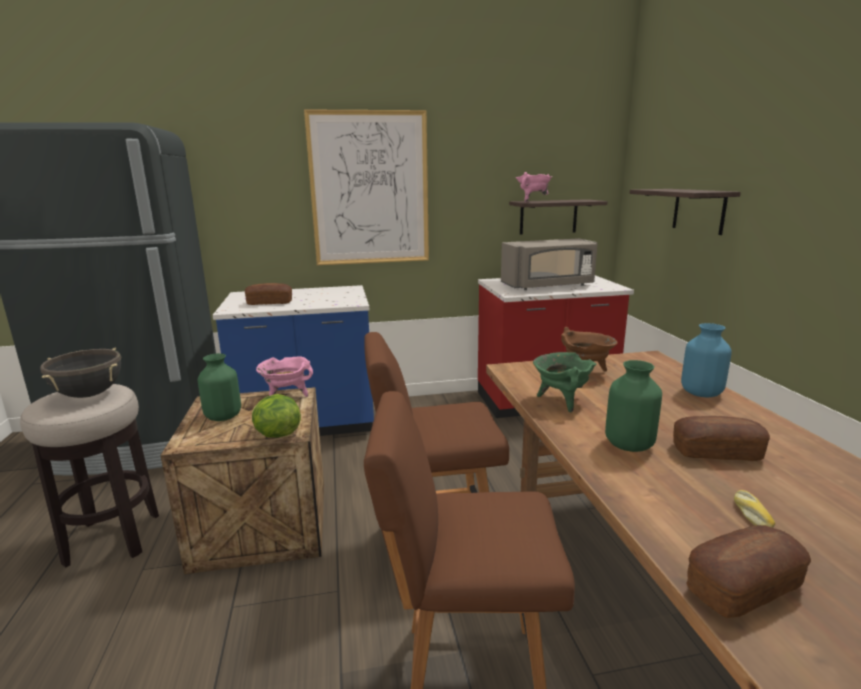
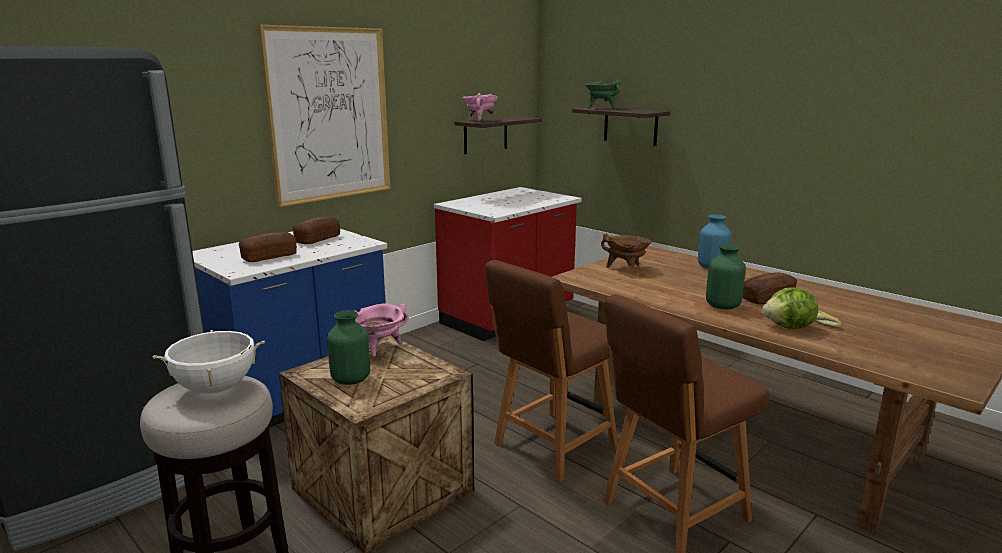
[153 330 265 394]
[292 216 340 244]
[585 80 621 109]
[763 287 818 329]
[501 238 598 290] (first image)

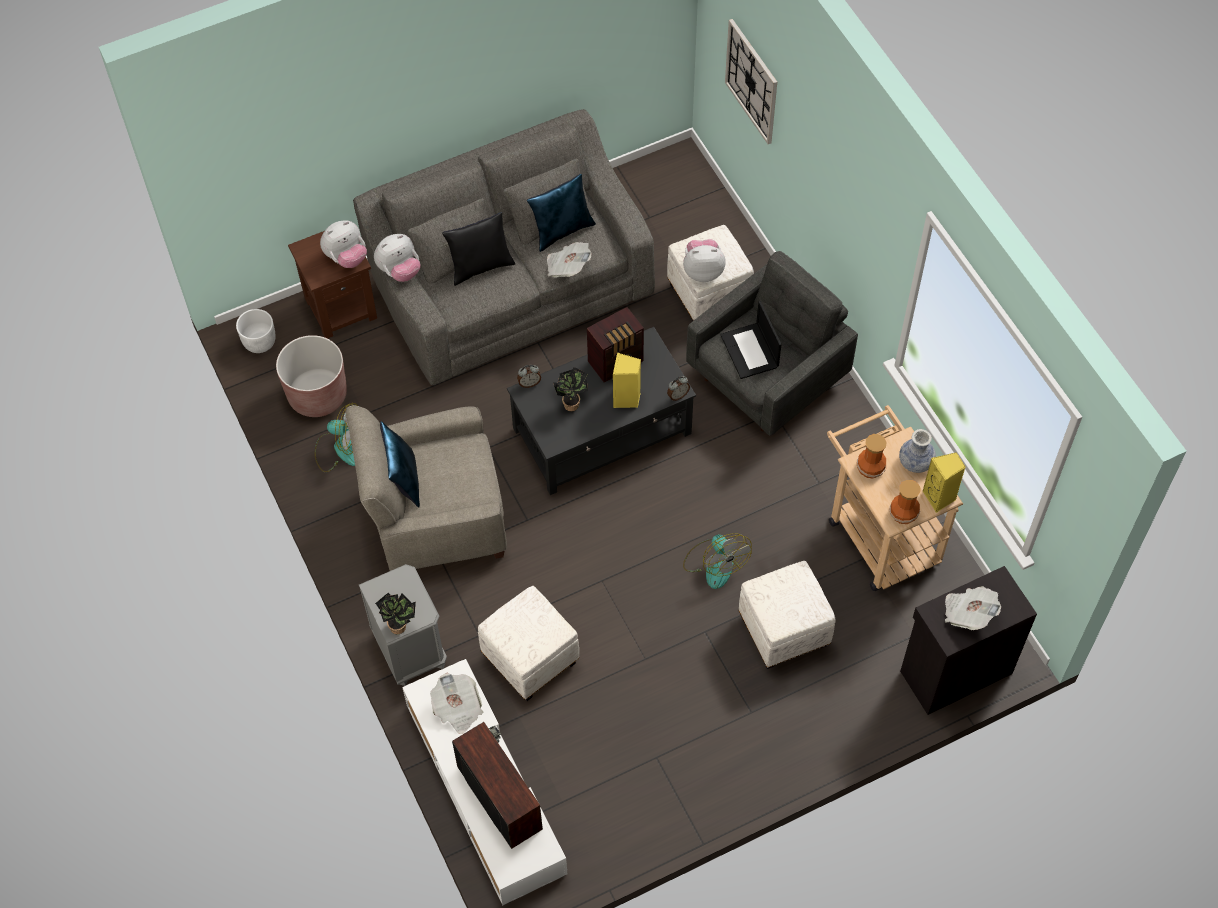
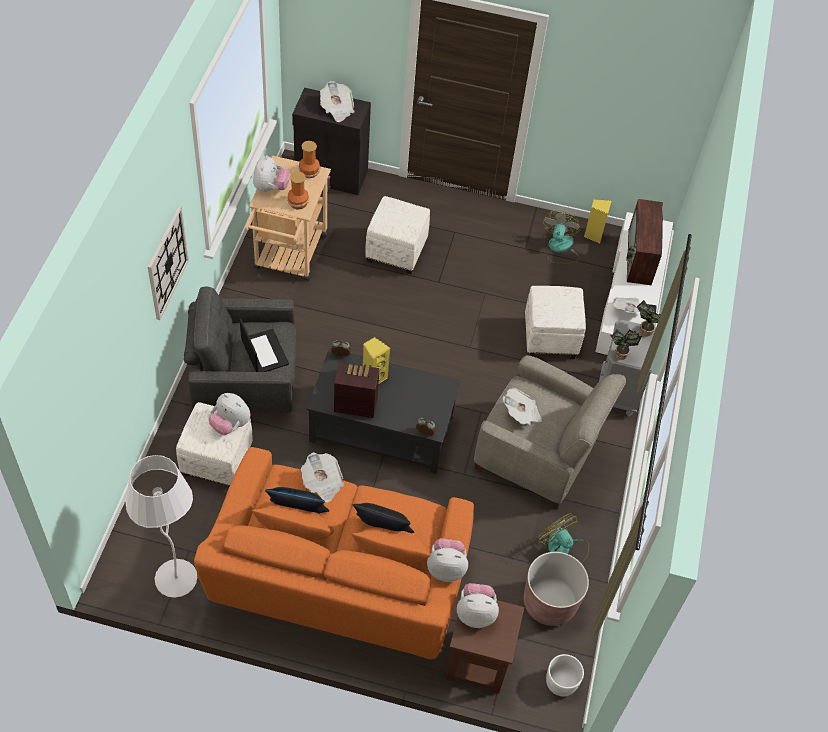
[125 455 197 598]
[148 206 189 320]
[194 447 474 659]
[239 319 289 372]
[253 155 290 192]
[503 388 542 425]
[543 211 580 264]
[584 199 612 243]
[610 329 642 360]
[380 421 420 508] (first image)

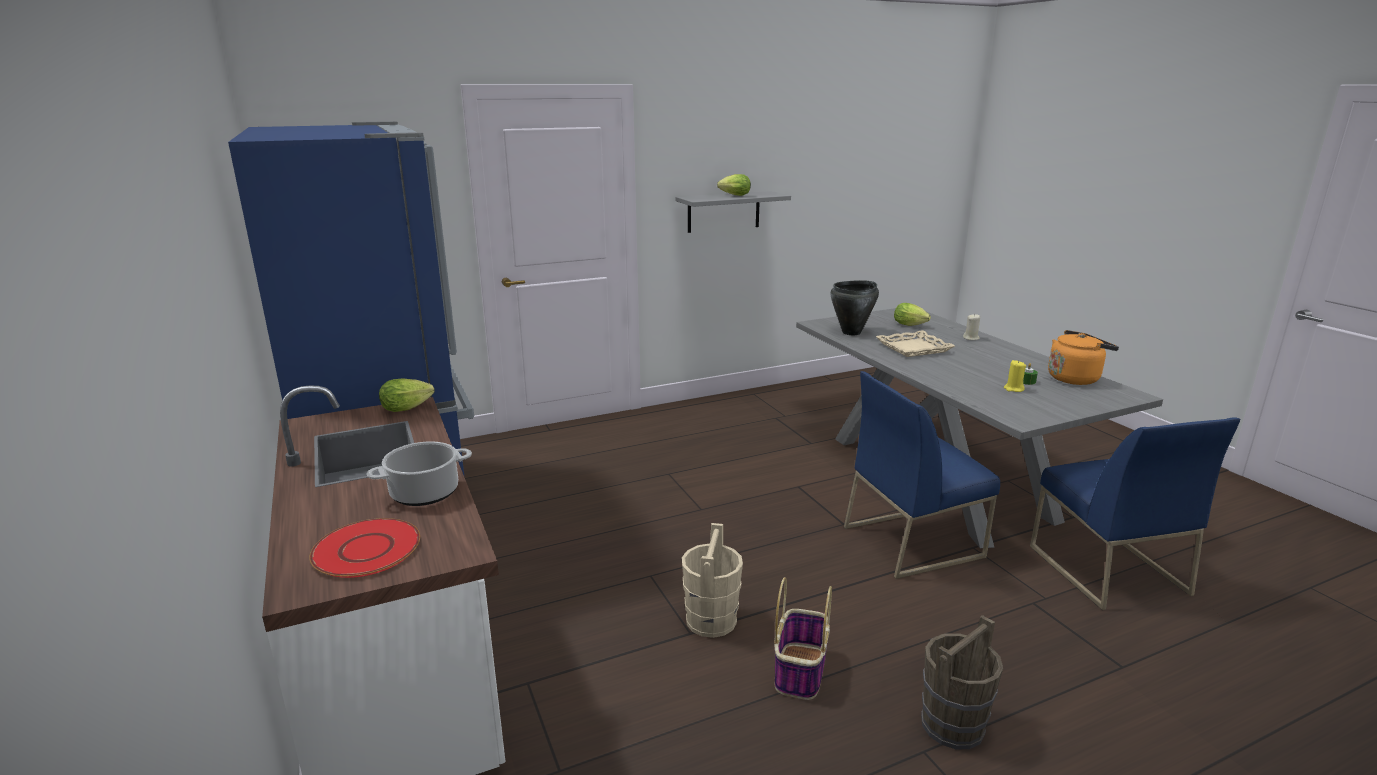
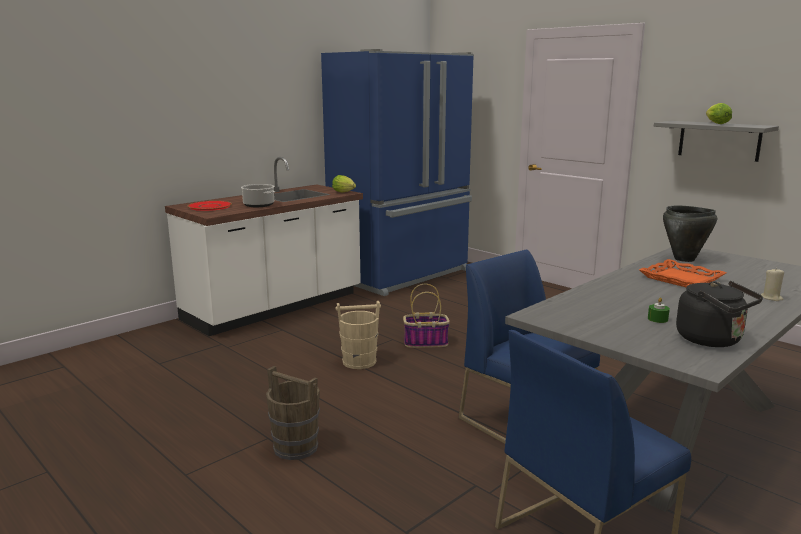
[403 284 450 348]
[639 259 726 287]
[676 281 763 347]
[894 303 931 326] (first image)
[1004 360 1026 392] (first image)

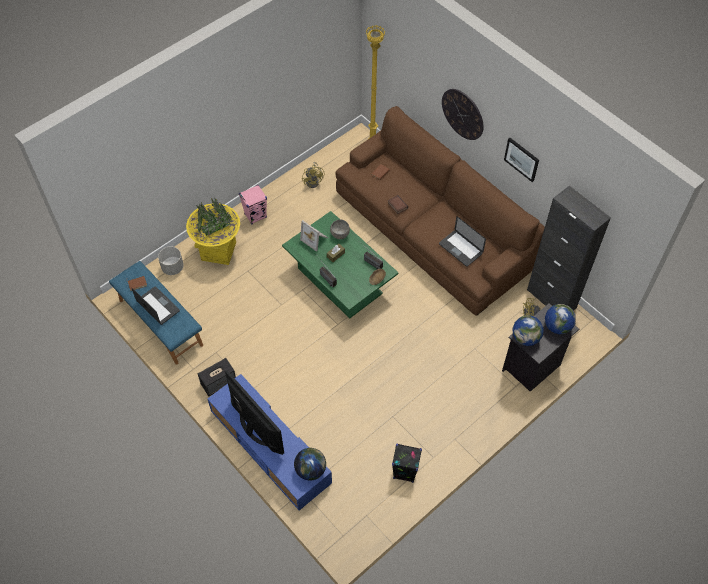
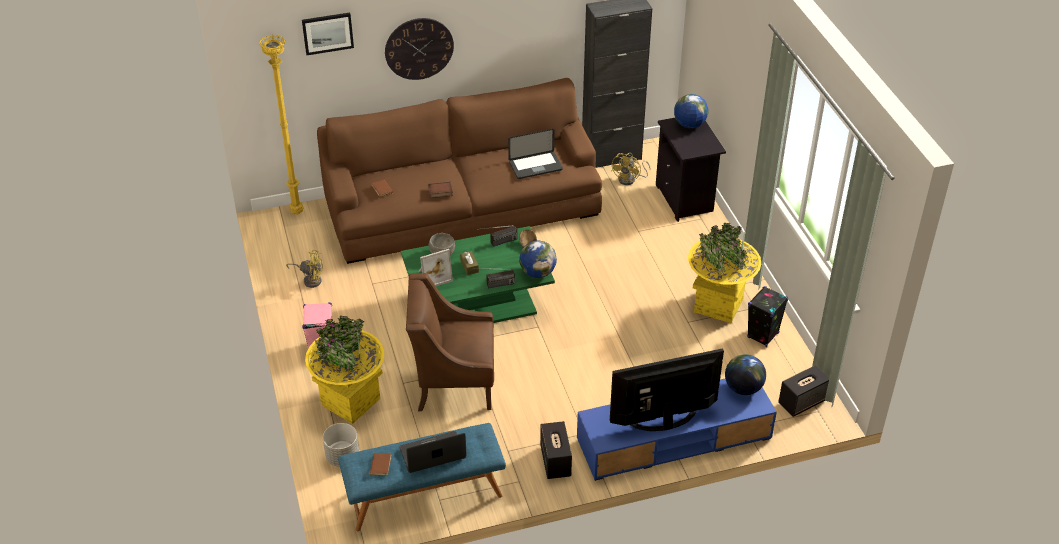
[302 12 354 55]
[406 273 494 411]
[519 240 557 278]
[688 223 761 323]
[778 365 829 417]

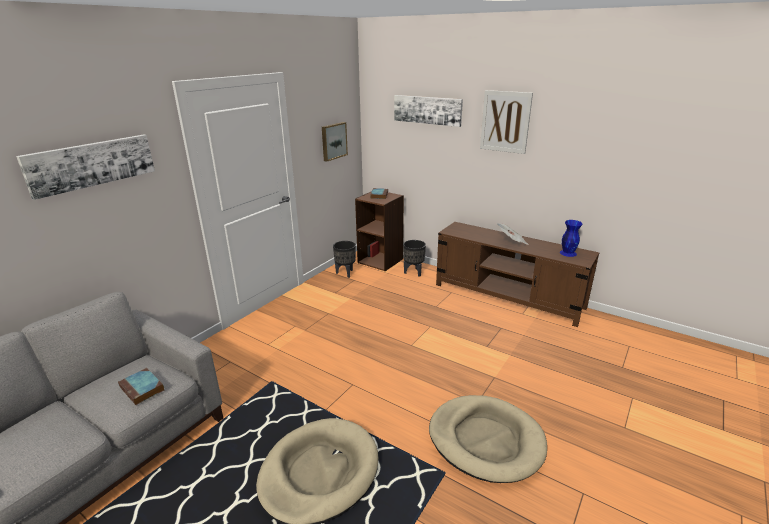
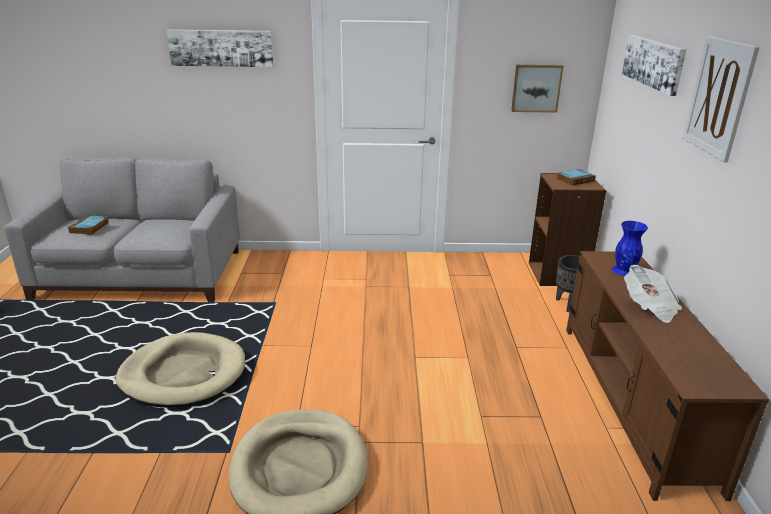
[68 215 108 235]
[612 221 648 276]
[333 241 356 278] (first image)

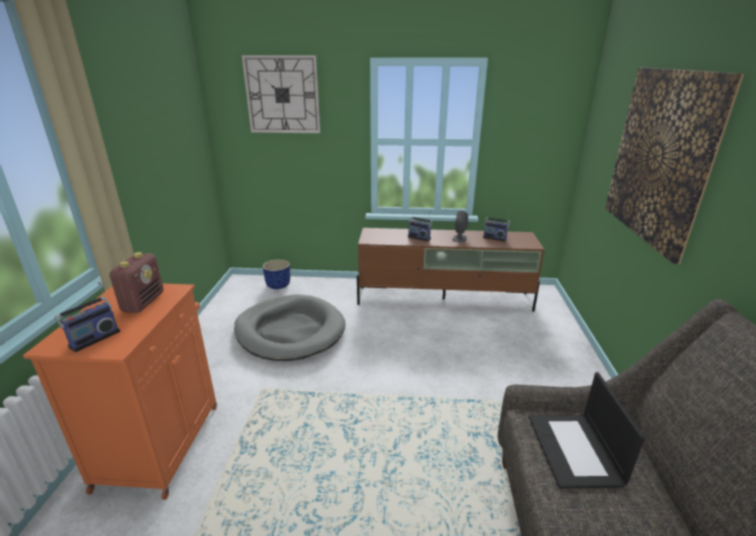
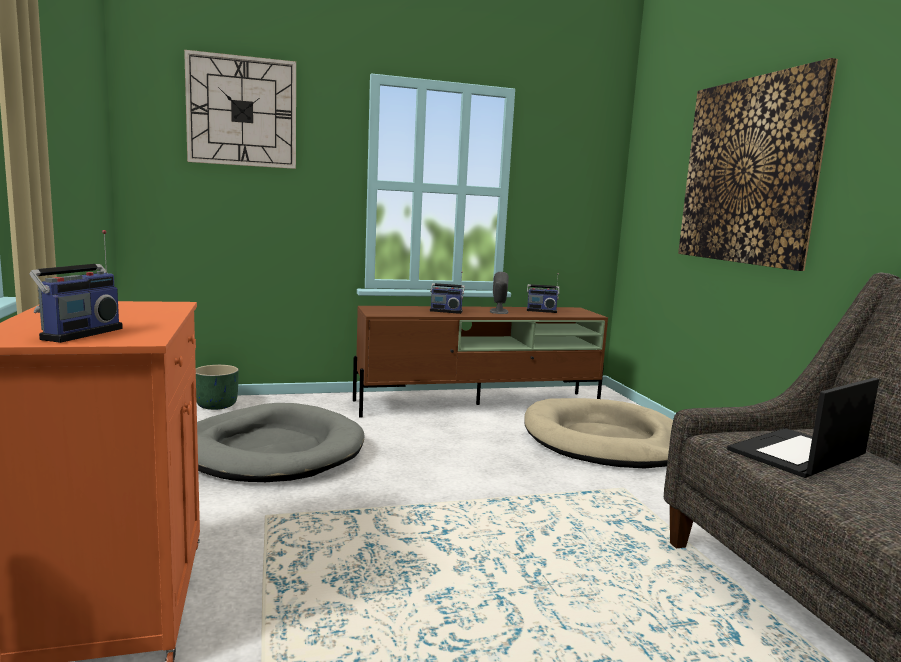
[196 365 239 410]
[524 398 673 469]
[727 378 879 478]
[109 252 164 313] (first image)

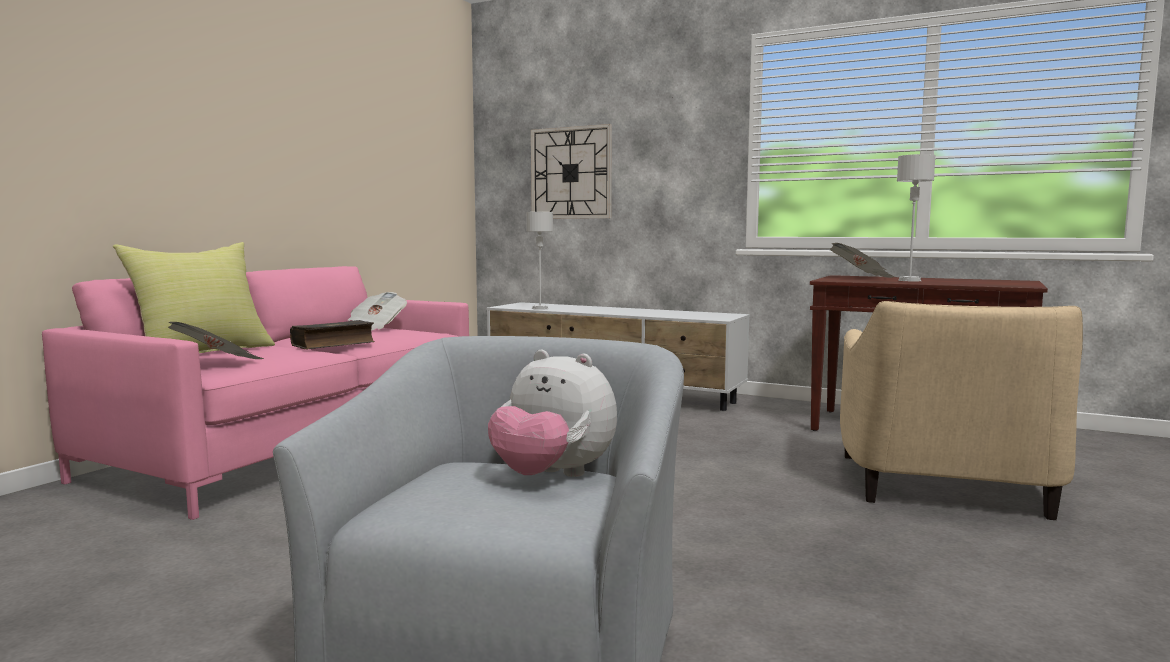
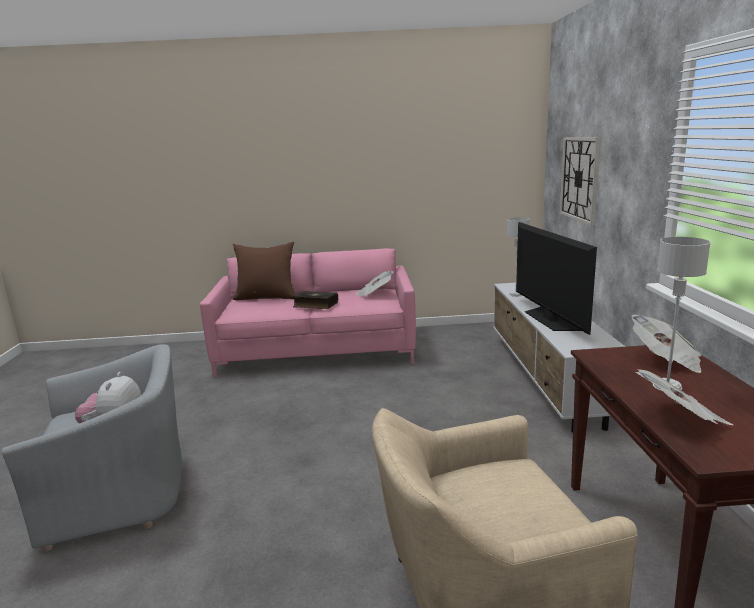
[233 242 295 301]
[516 222 597 335]
[635 369 733 425]

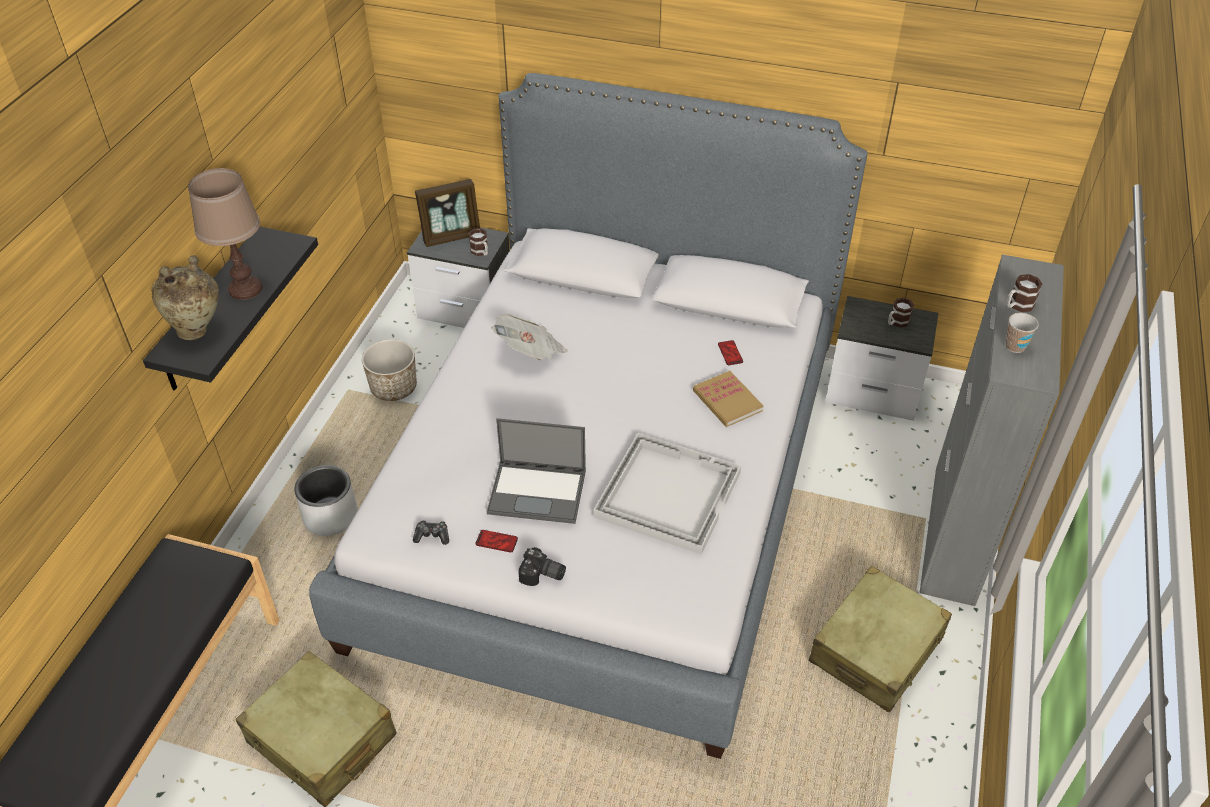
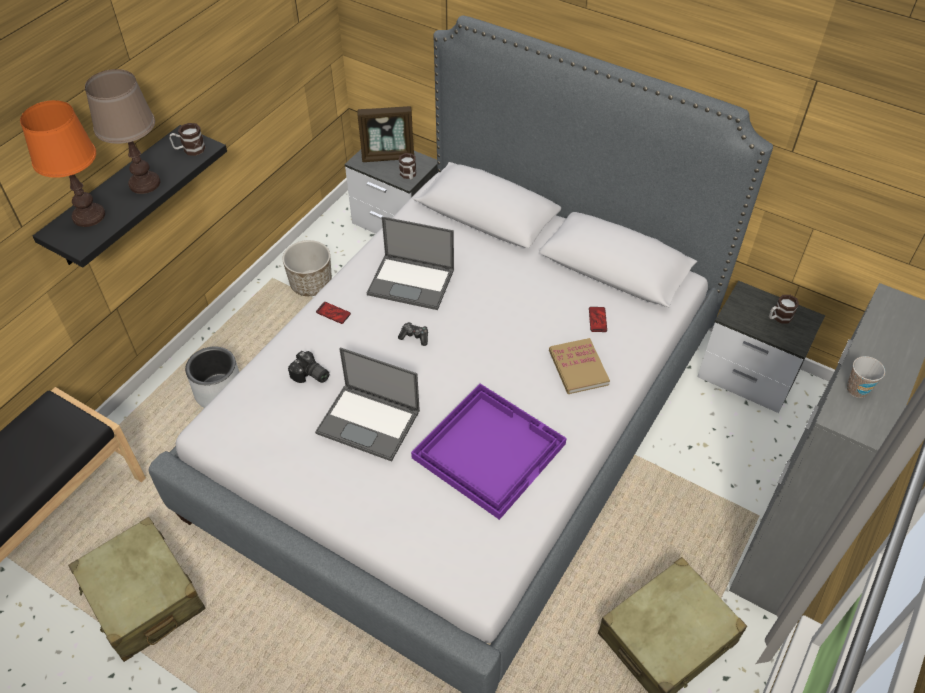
[20 100 105 227]
[169 123 206 156]
[288 351 329 383]
[316 302 351 324]
[367 216 454 310]
[398 322 428 346]
[411 384 567 520]

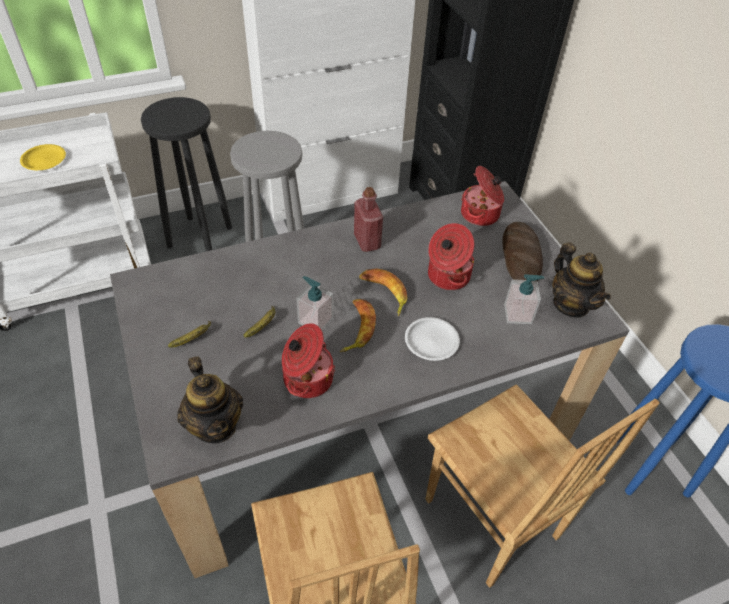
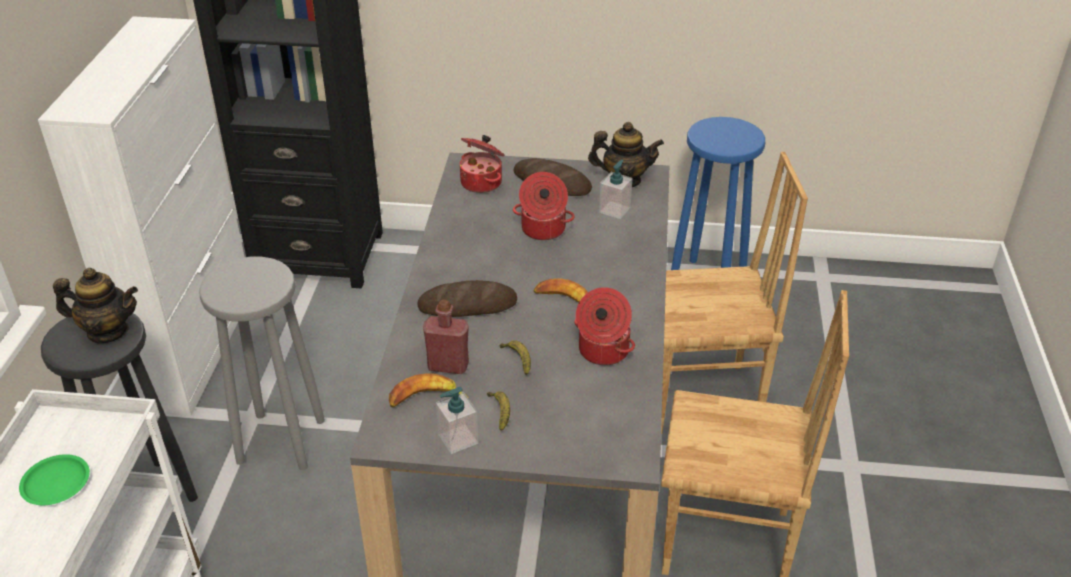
[19 454 90 505]
[53 268 138 343]
[389 373 469 407]
[418 280 517 317]
[423 299 469 374]
[436 387 479 454]
[405 317 460 361] (first image)

